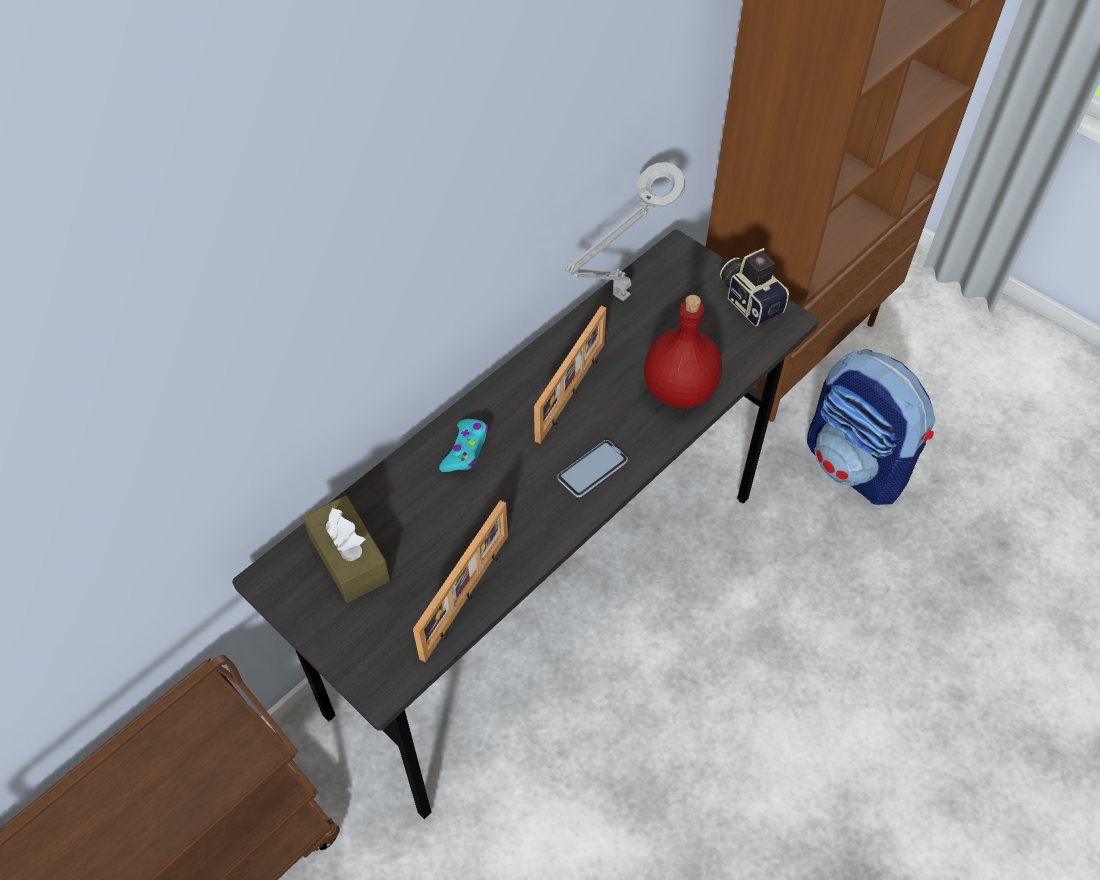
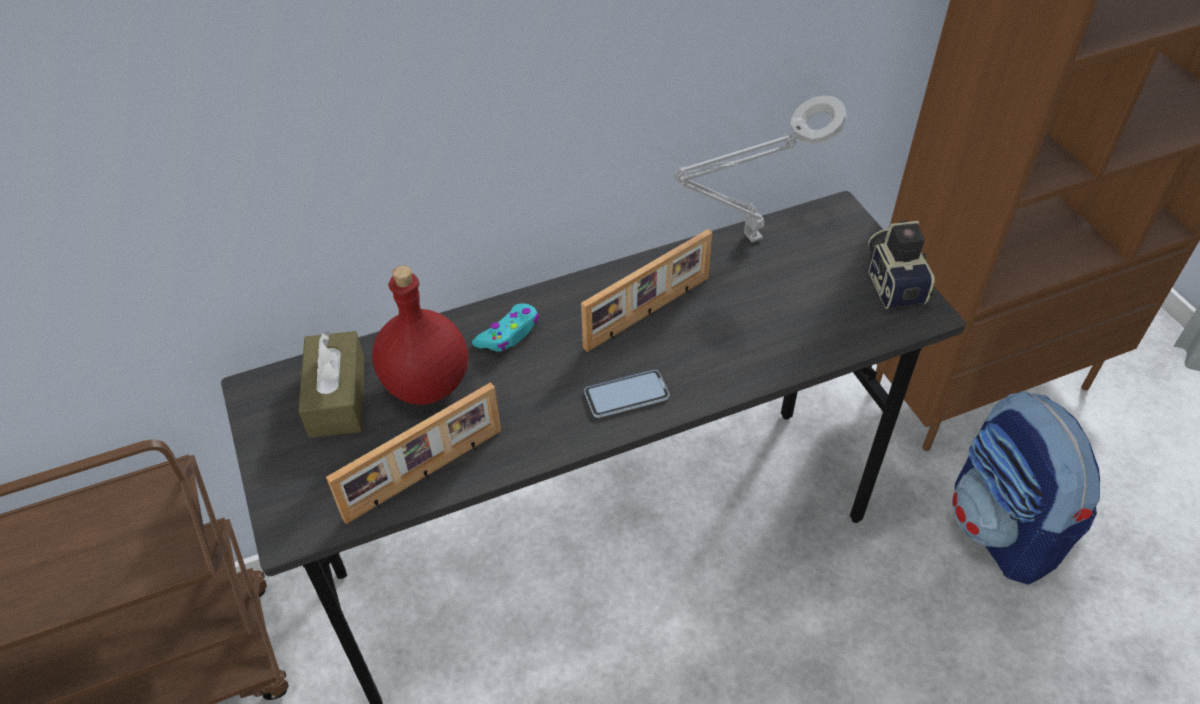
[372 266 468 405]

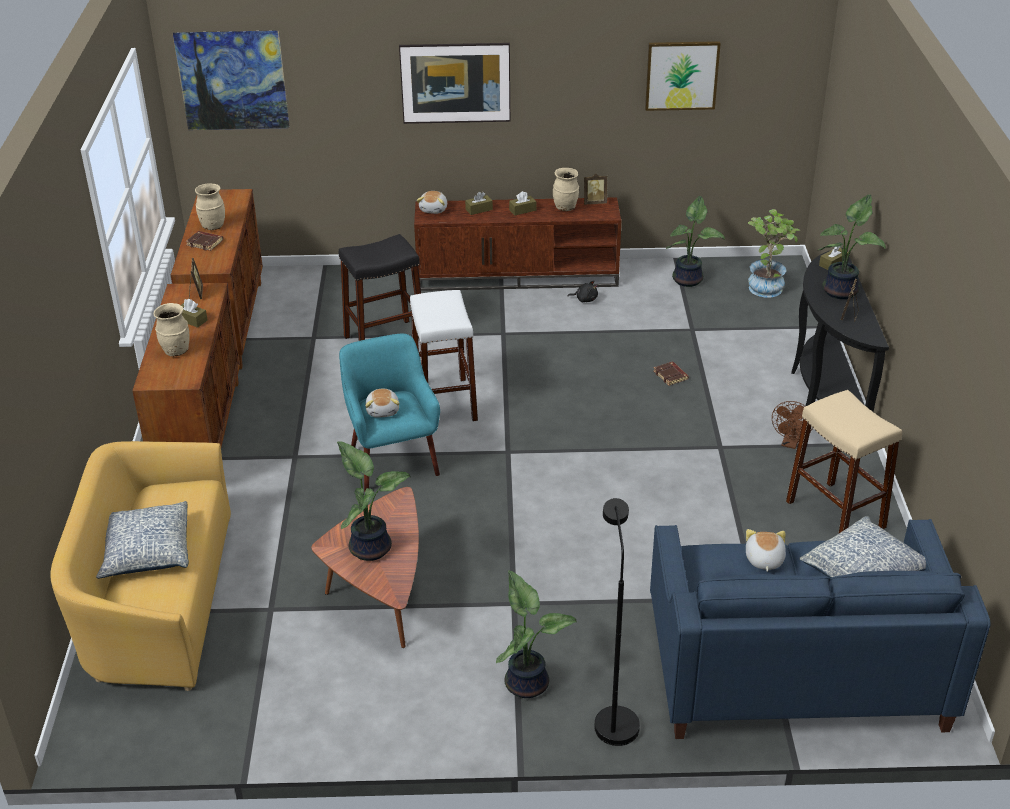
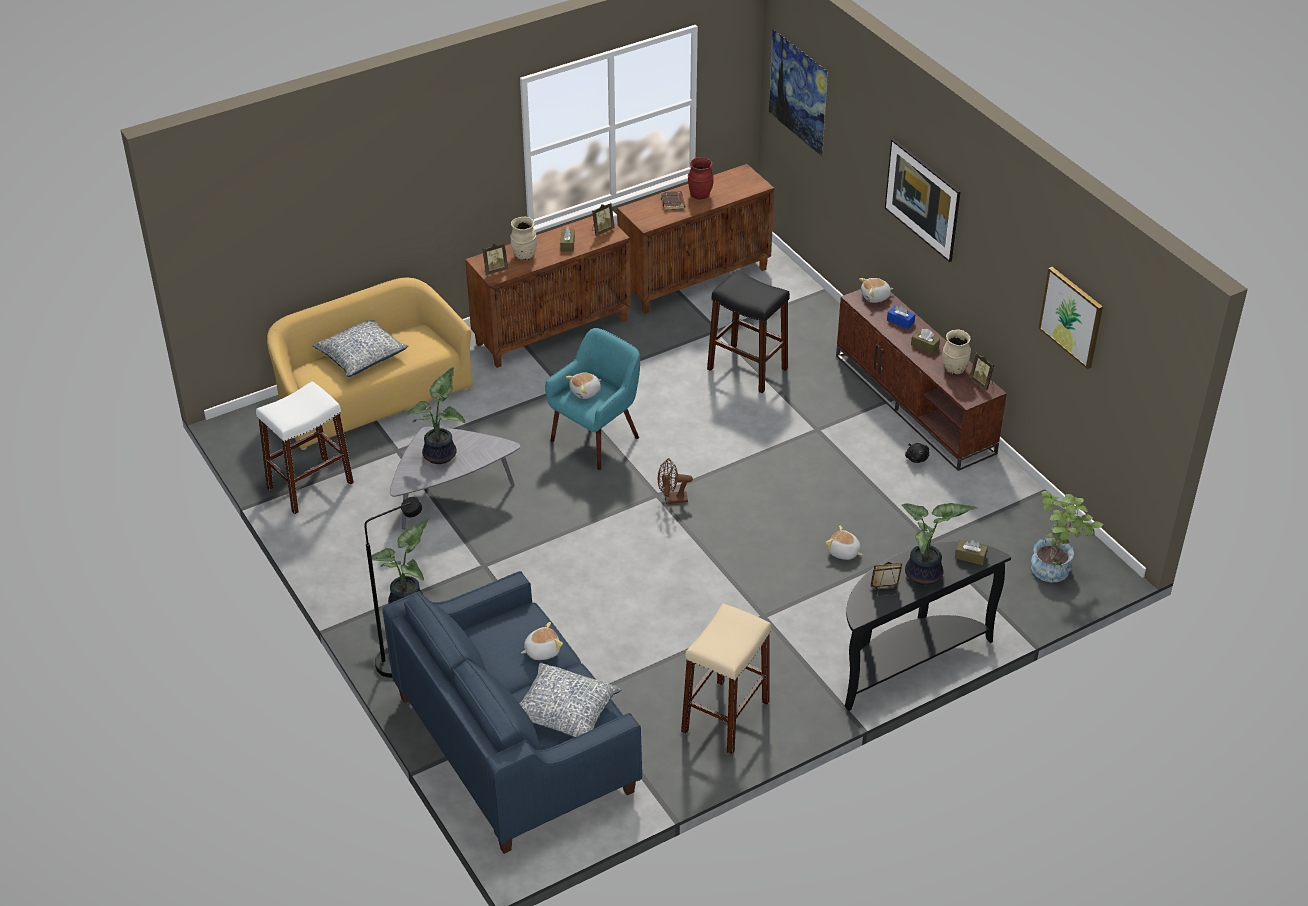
[256 381 354 514]
[390 427 520 529]
[483 243 508 275]
[658 458 693 504]
[688 157 714 200]
[825 526 862 560]
[887 305 915 329]
[666 196 725 287] (first image)

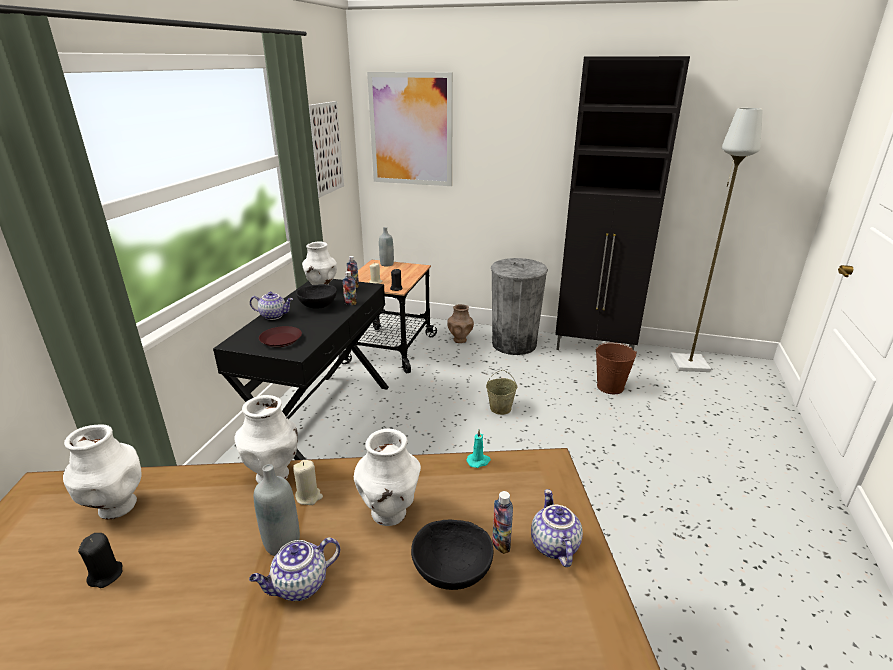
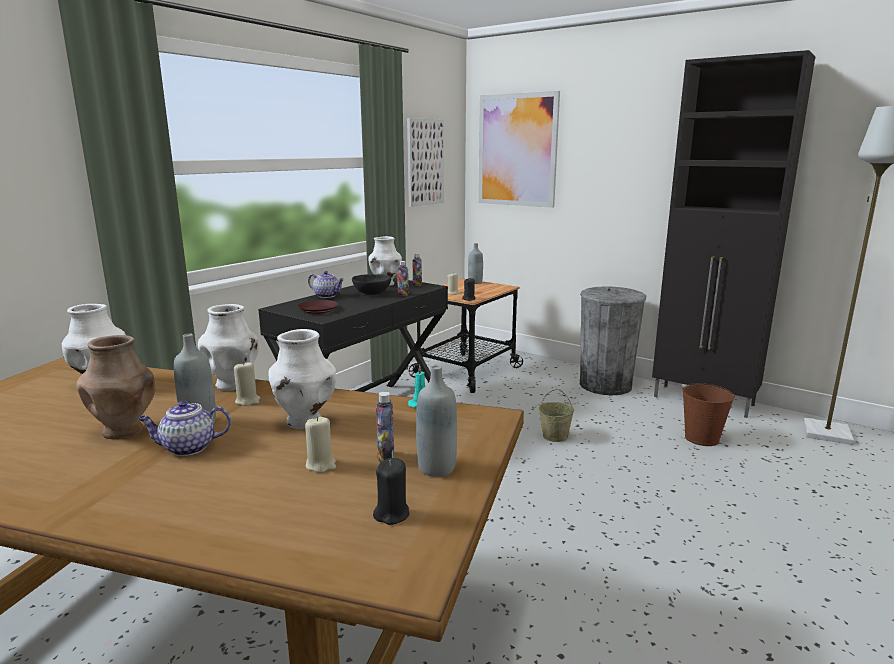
[76 335 155 439]
[305 416 336 473]
[373 458 410 525]
[416 365 457 477]

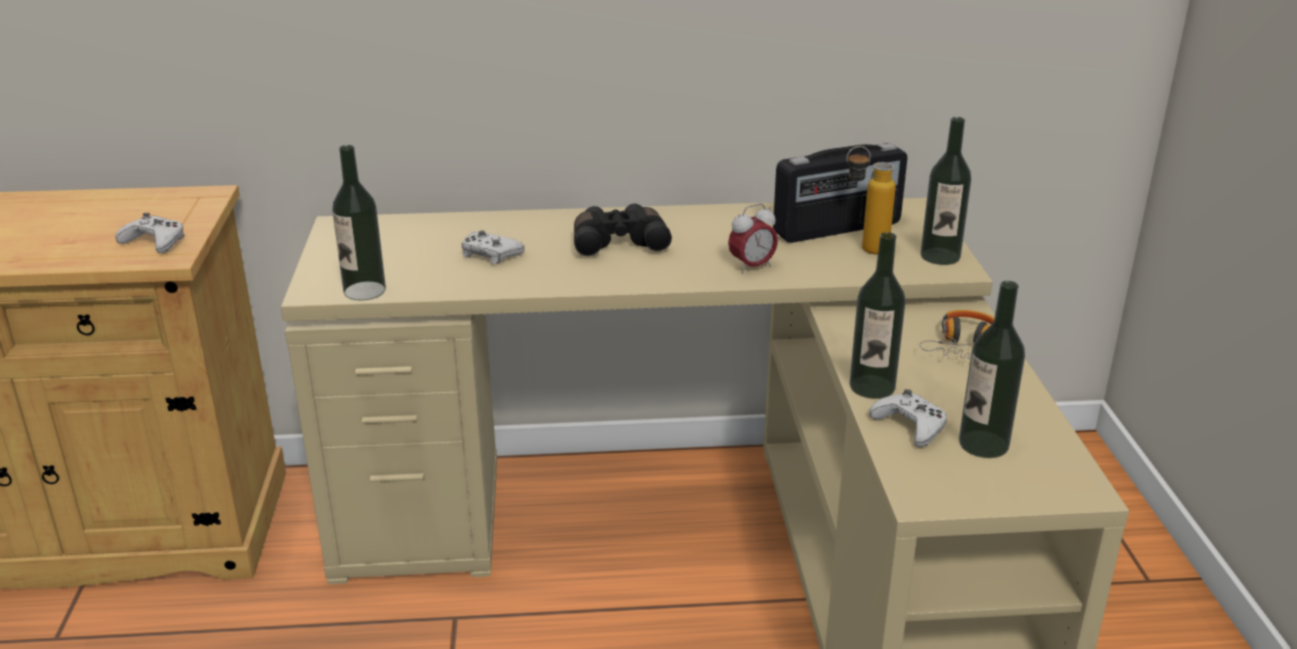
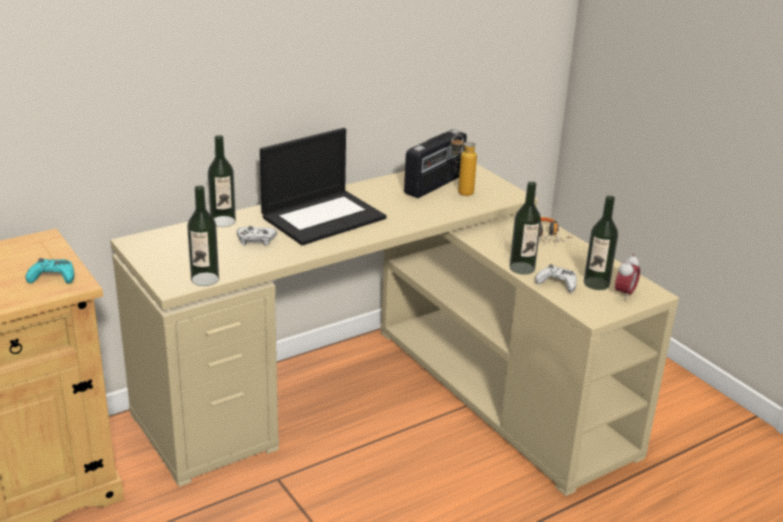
[26 258 74 284]
[208 135 236 227]
[260 128 386 245]
[615 253 640 301]

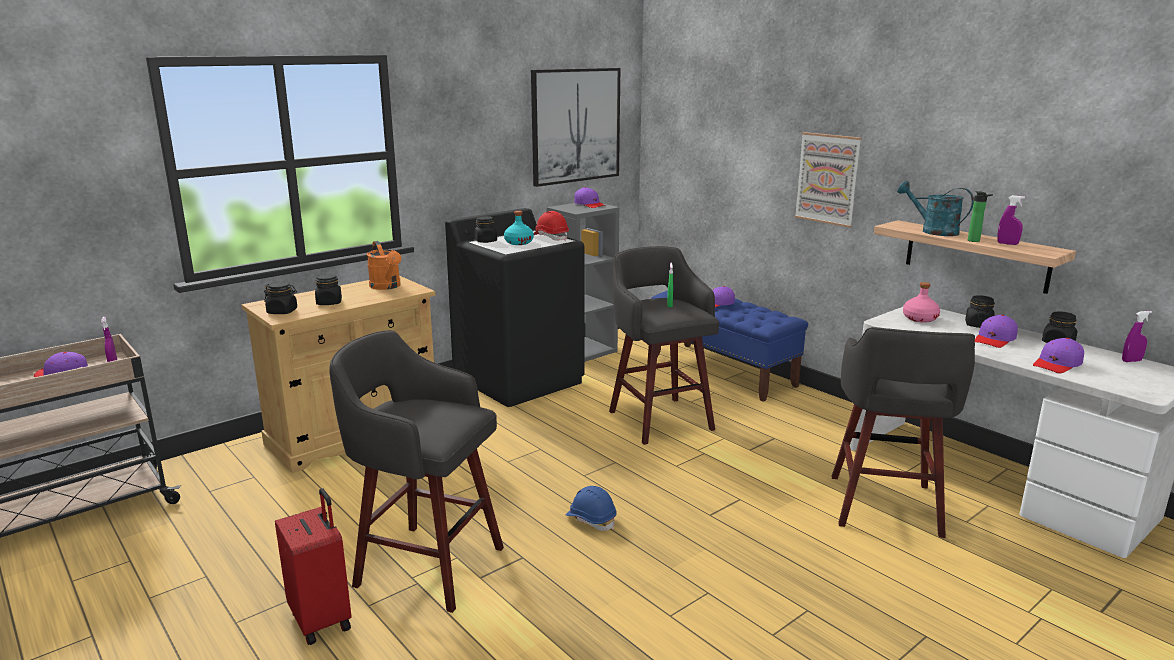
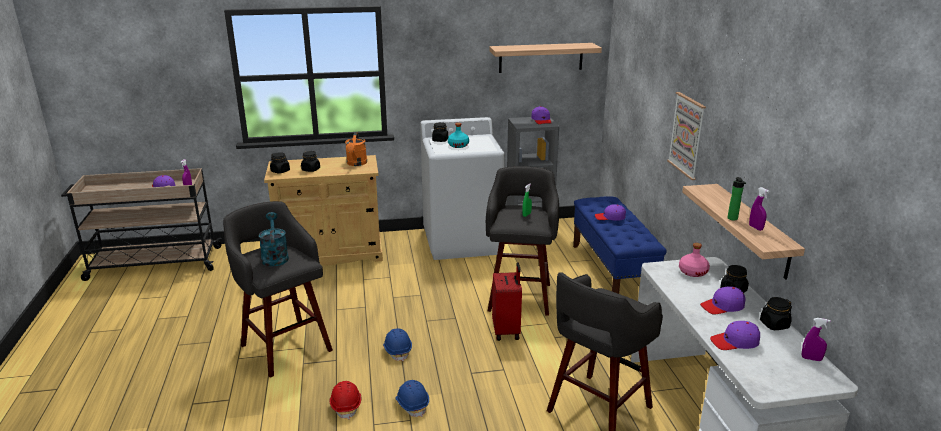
[259 212 289 267]
[330 381 362 420]
[395 380 429 417]
[420 117 505 260]
[490 43 602 73]
[492 262 522 341]

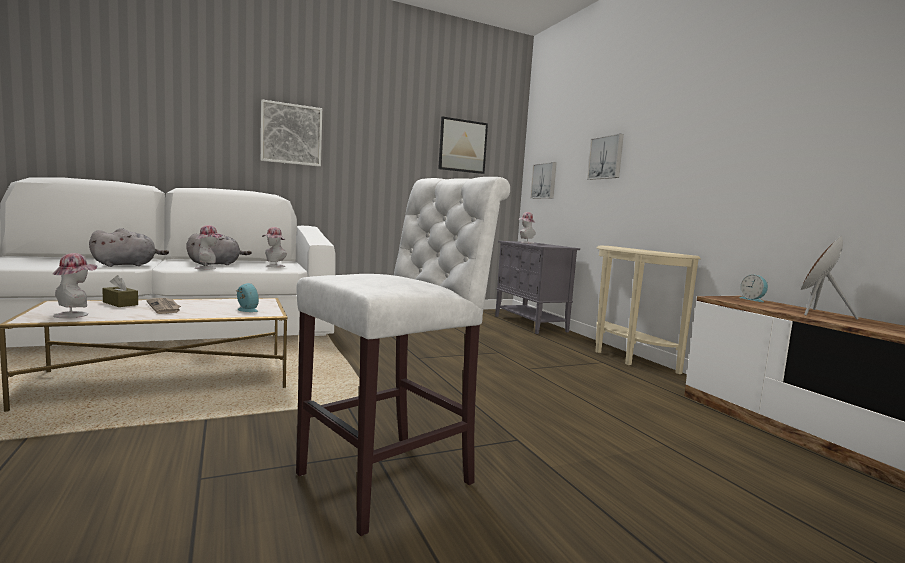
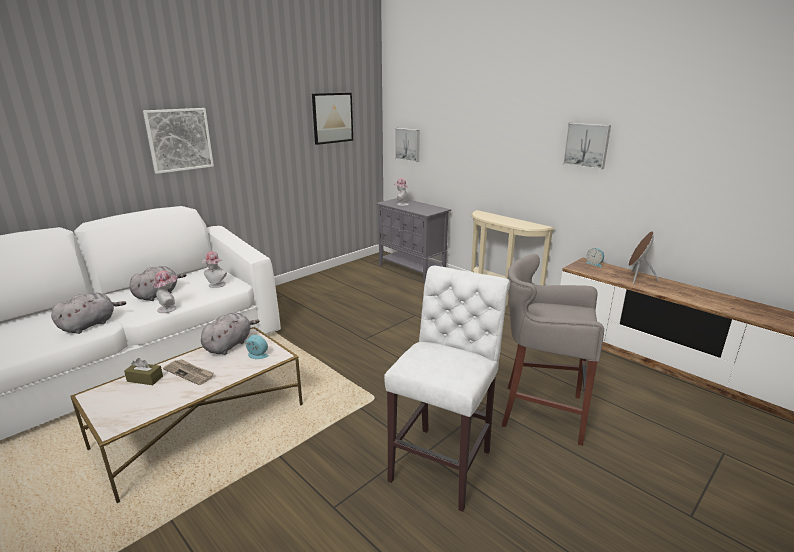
[201 312 260 355]
[502 254 604 446]
[563 123 611 169]
[53 253 97 318] (first image)

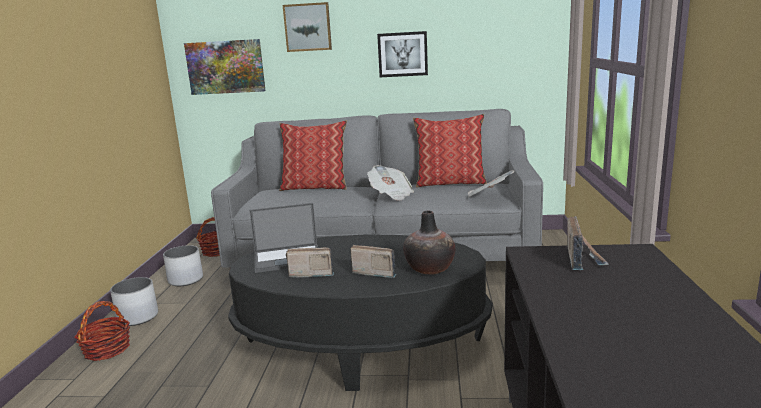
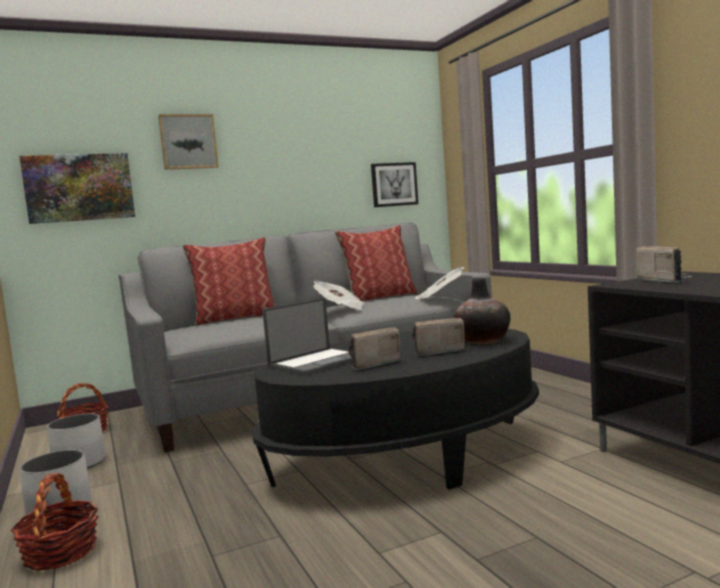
[371 162 418 207]

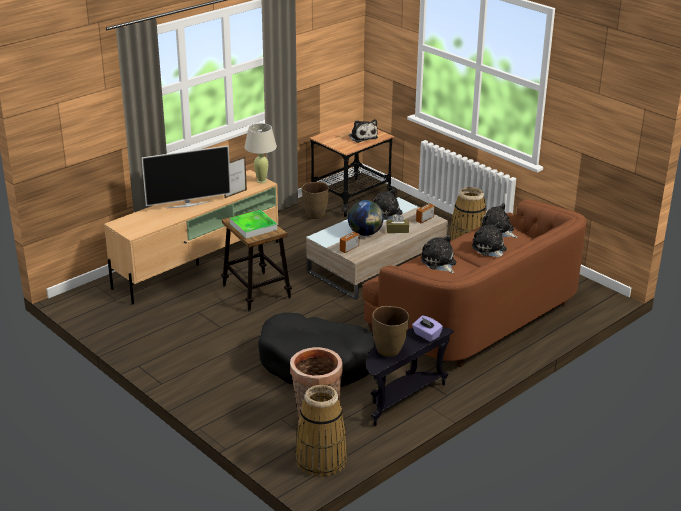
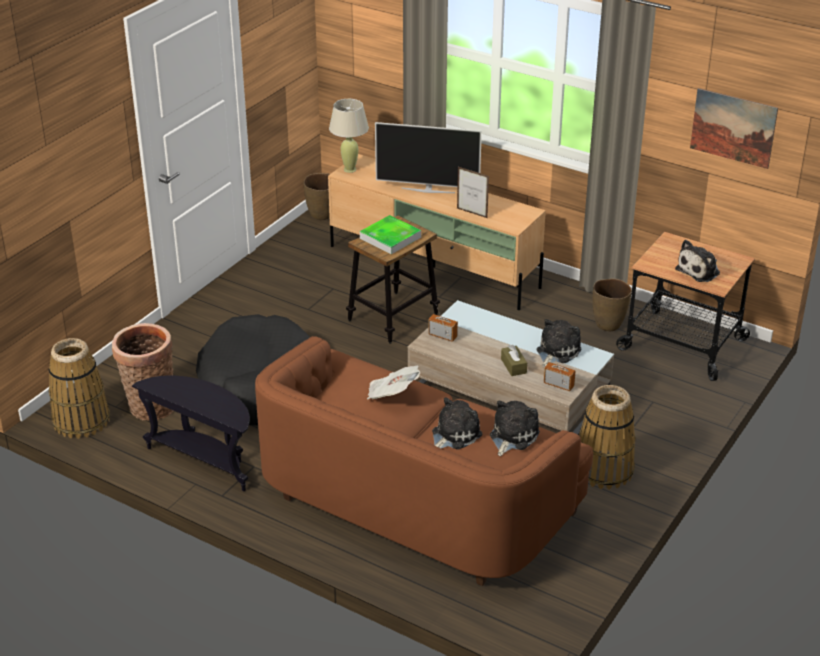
[304 173 330 220]
[329 99 369 173]
[367 365 420 400]
[375 122 482 193]
[690 88 778 169]
[348 200 384 236] (first image)
[412 316 443 342] (first image)

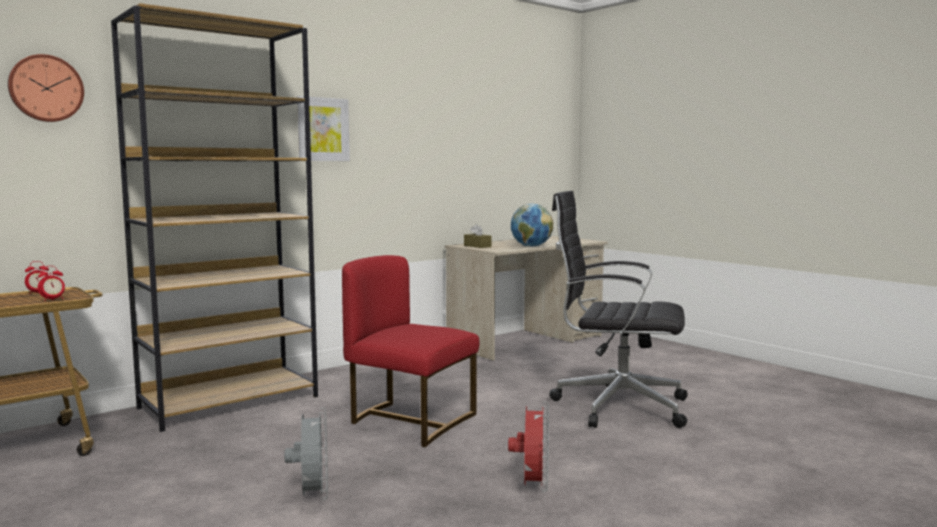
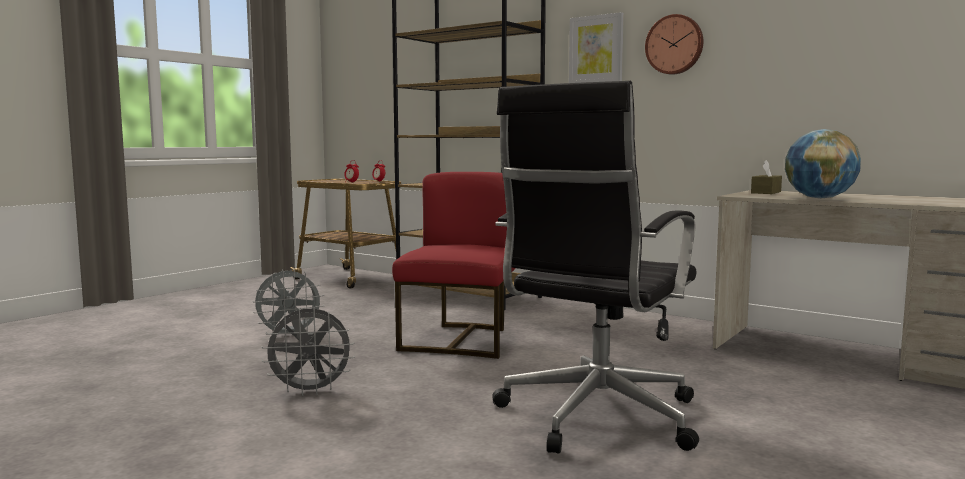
[261 307 355 396]
[492 81 699 454]
[645 14 703 75]

